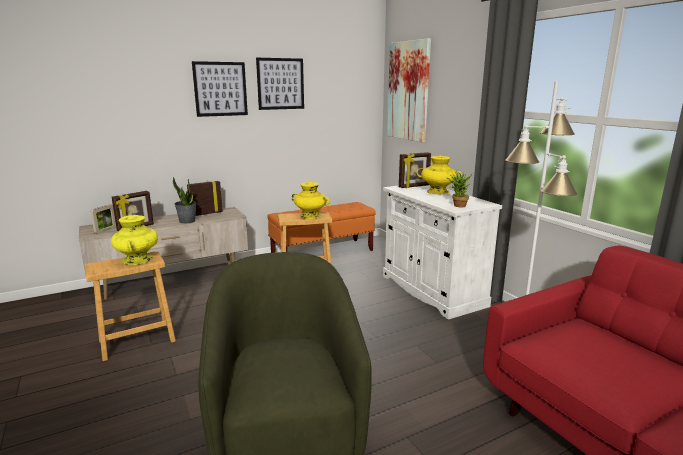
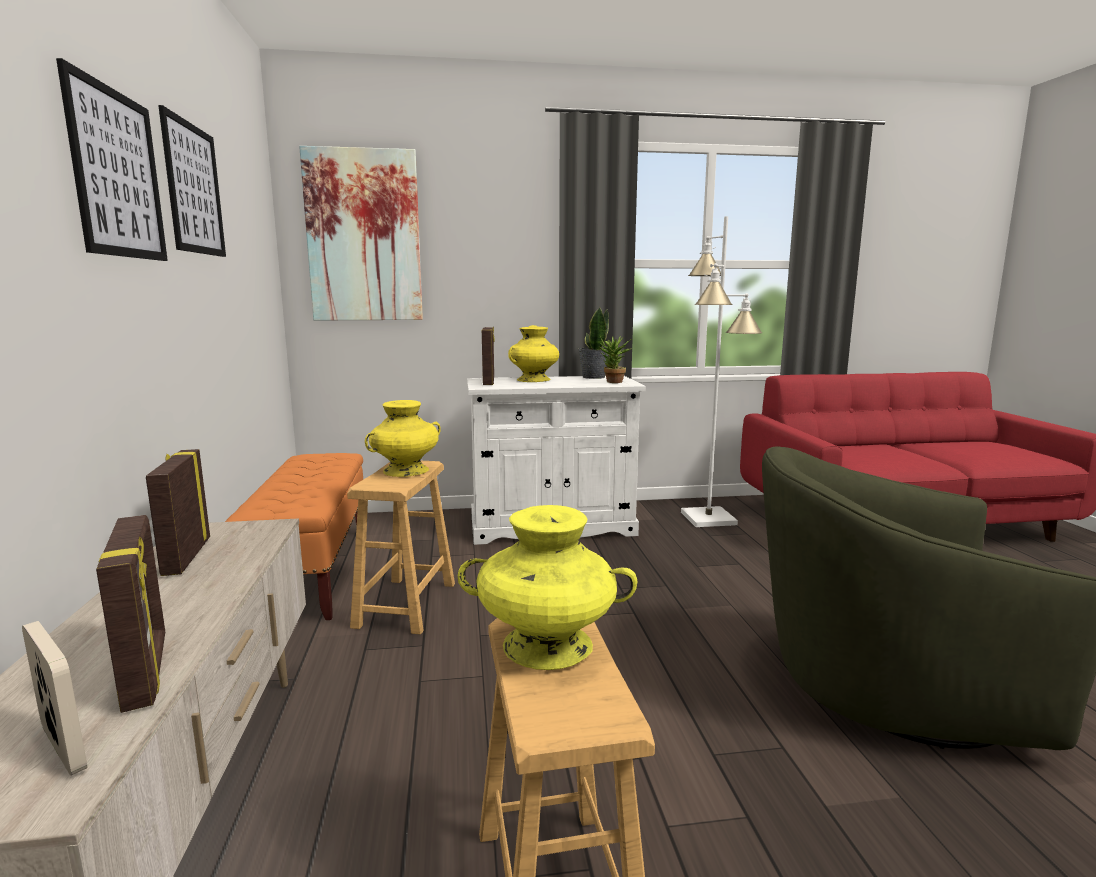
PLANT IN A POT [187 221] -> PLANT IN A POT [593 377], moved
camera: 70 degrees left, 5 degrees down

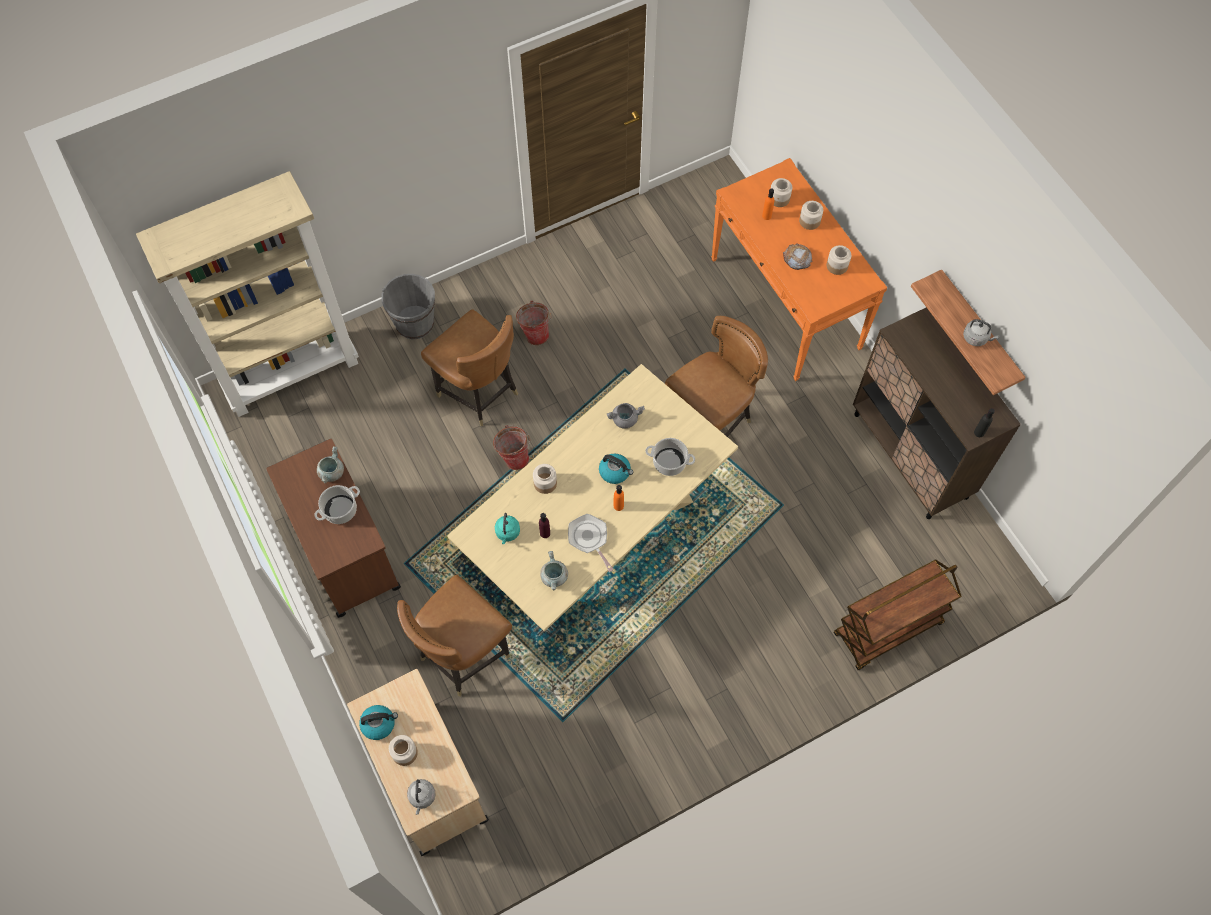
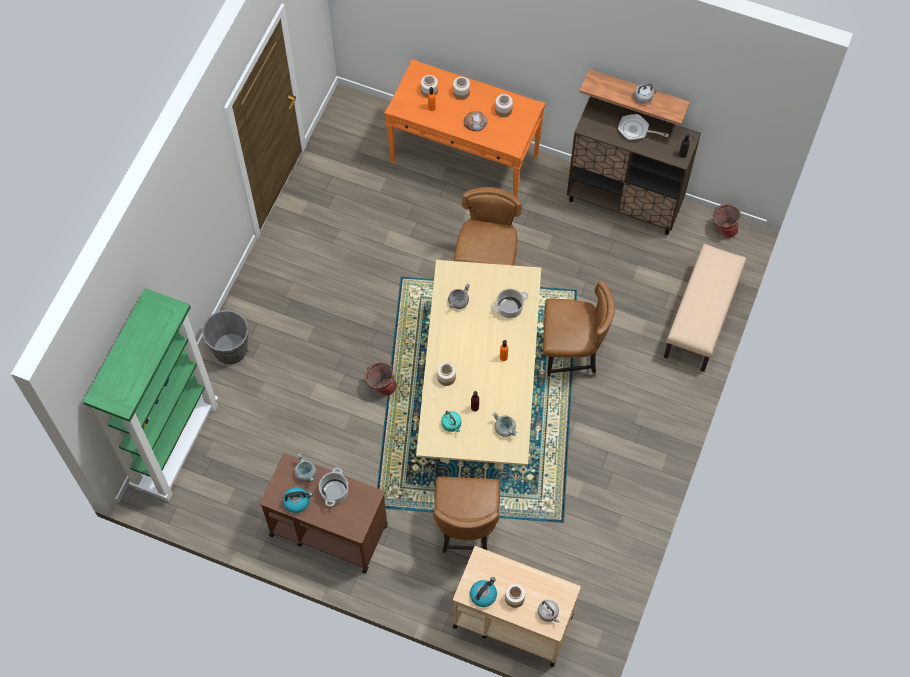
BEIGE BOOKCASE [291 372] -> GREEN-COLOURED BOOKCASE [176 445]
BROWN-COLOURED CHAIR [479 392] -> BROWN-COLOURED CHAIR [571 356], moved
PAIL [535 333] -> PAIL [723 229], moved
FRYING PAN [589 539] -> FRYING PAN [636 130], moved
TEA KETTLE [615 472] -> TEA KETTLE [297 501], moved
BROWN-COLOURED CART [887 630] -> BEIGE INDOOR BENCH [701 319]
camera: 40 degrees left, 0 degrees up

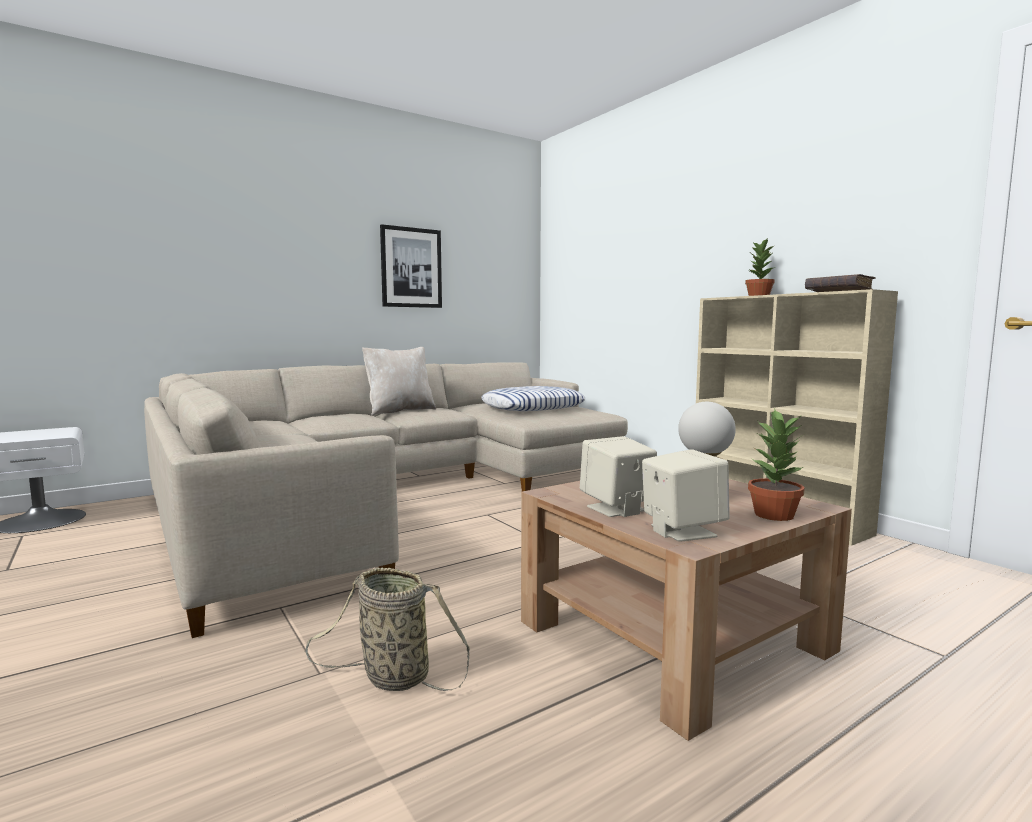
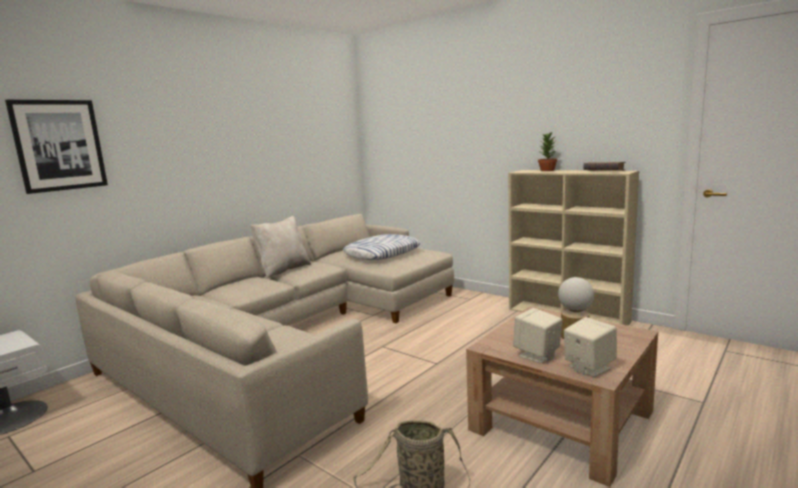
WALL ART [411 268] -> WALL ART [59 145], moved
PLANT IN A POT [775 515] -> none
camera: 15 degrees left, 5 degrees up

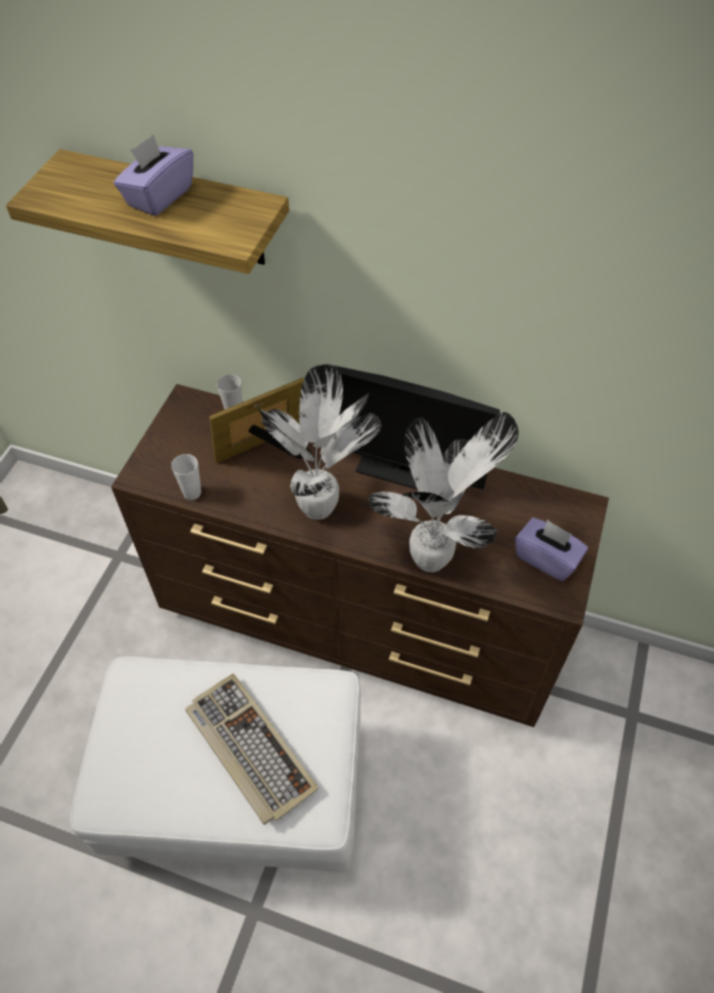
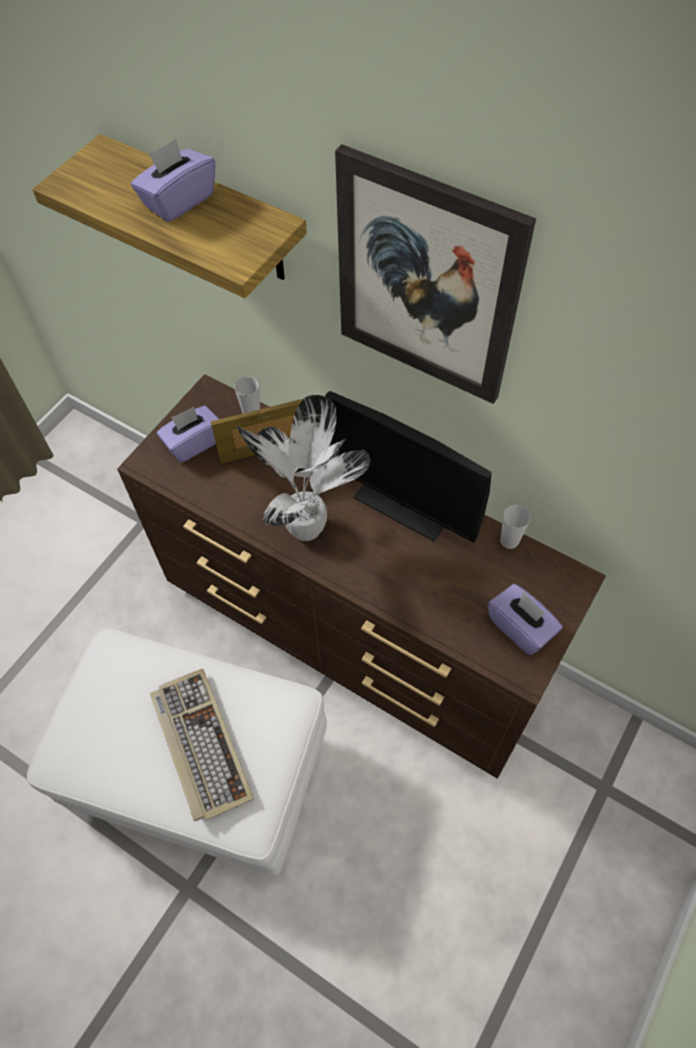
DRINKING CUP [192 493] -> DRINKING CUP [509 541], moved
PLANT IN A POT [434 558] -> none
none -> PURPLE-COLOURED BOX OF TISSUES [193 443]
none -> WALL ART [426 281]
camera: 15 degrees right, 5 degrees up

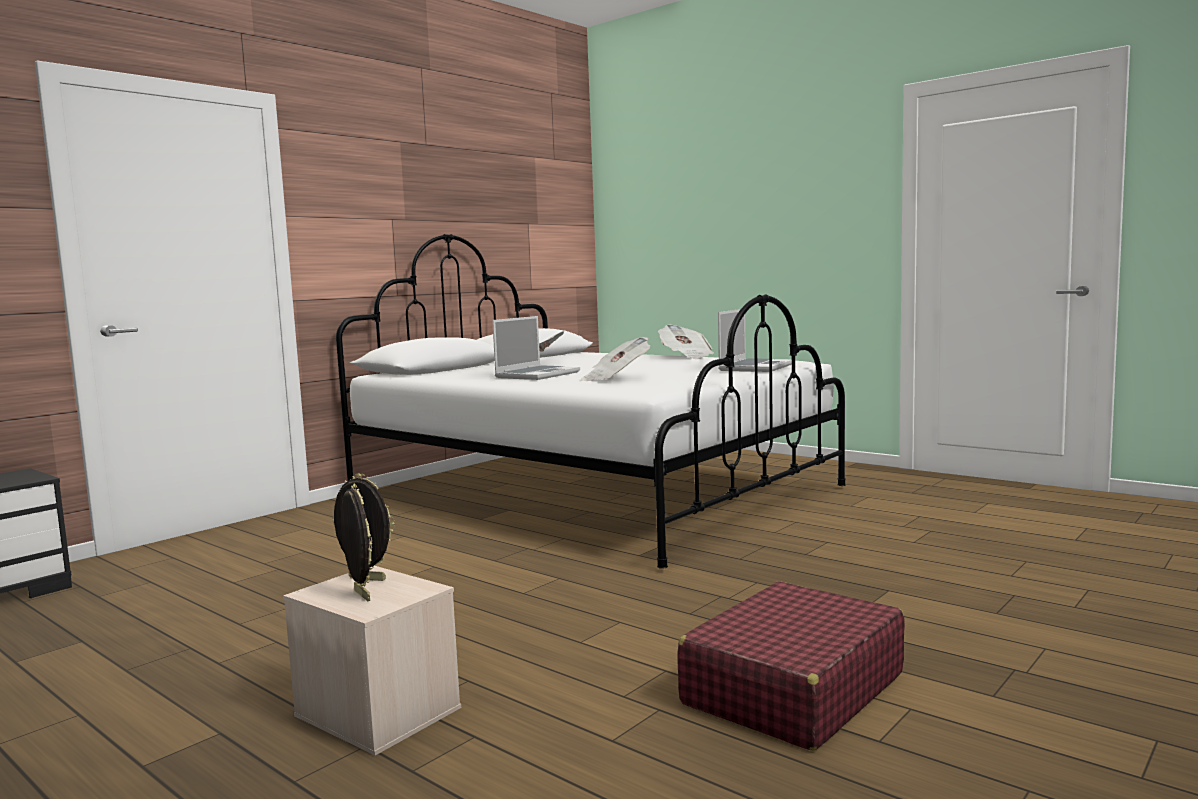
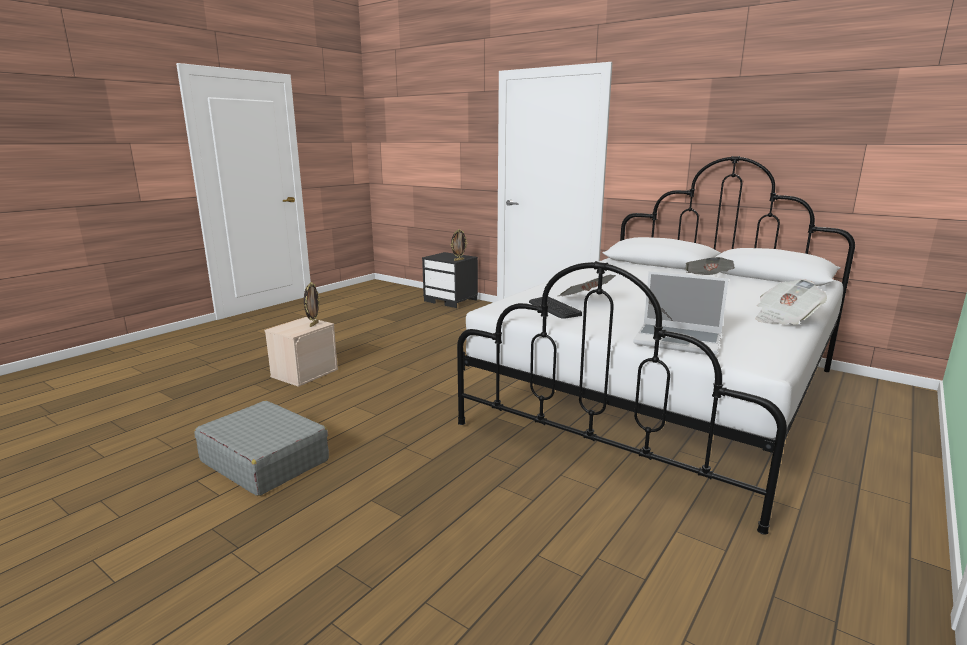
STANDING FRAME [360 595] -> STANDING FRAME [458 260], moved
NOTEBOOK COMPUTER [537 375] -> none
REDDISH SUITCASE [792 689] -> GREYISH SUITCASE [265 460]
none -> PC KEYBOARD [553 308]
camera: 85 degrees right, 10 degrees up

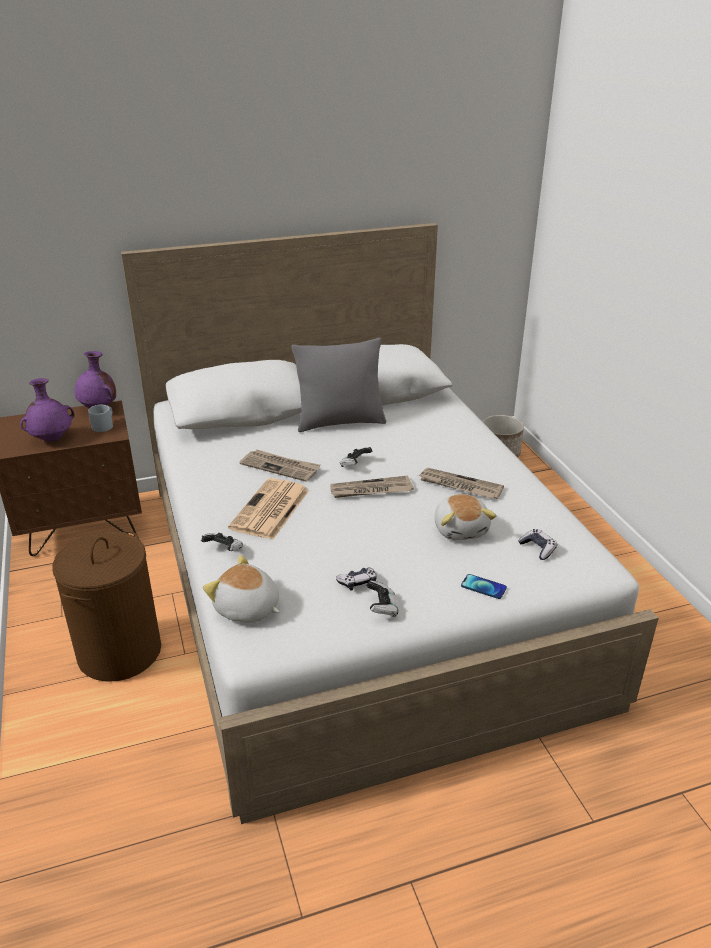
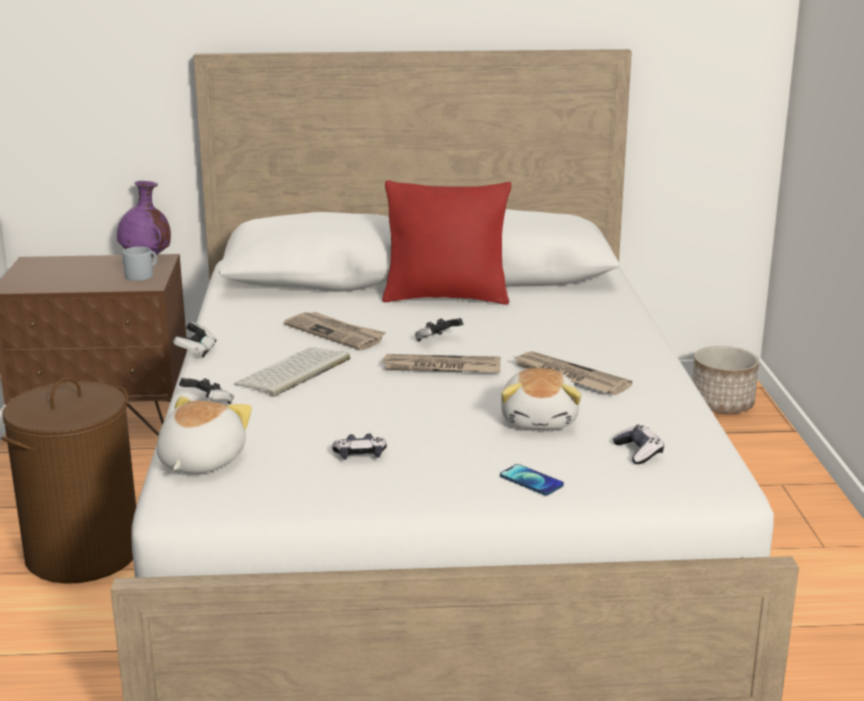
PURPLE-COLOURED FLOWER VASE [52 439] -> none
SOFT TOY [247 609] -> SOFT TOY [199 461], 60 degrees clockwise
DAILY PAPER [270 510] -> PC KEYBOARD [293 373]
GREYISH CUSHION [340 422] -> REDDISH CUSHION [446 297]
JOYPAD [382 608] -> JOYPAD [196 351], moved
camera: 15 degrees right, 10 degrees down

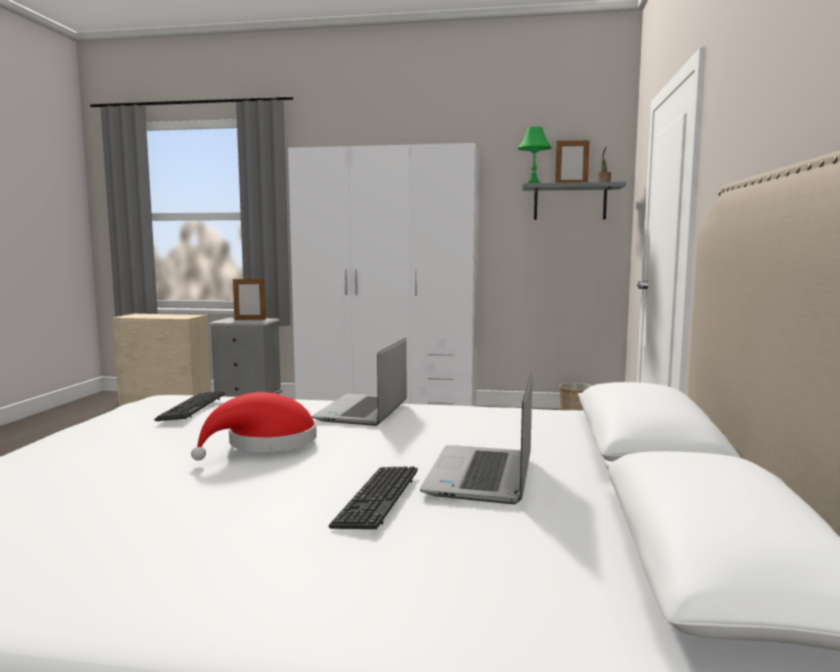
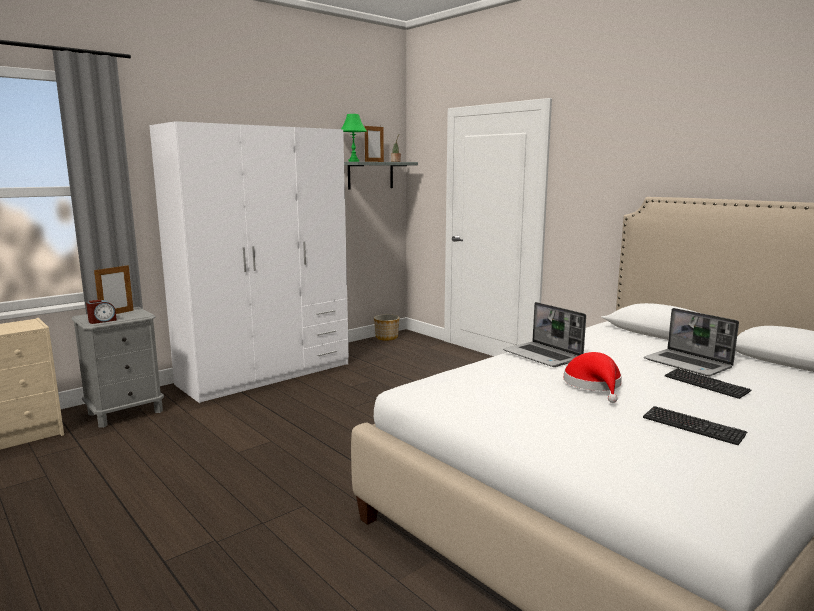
PC KEYBOARD [192 408] -> PC KEYBOARD [692 427], moved
none -> ALARM CLOCK [102 321]
camera: 50 degrees left, 5 degrees up

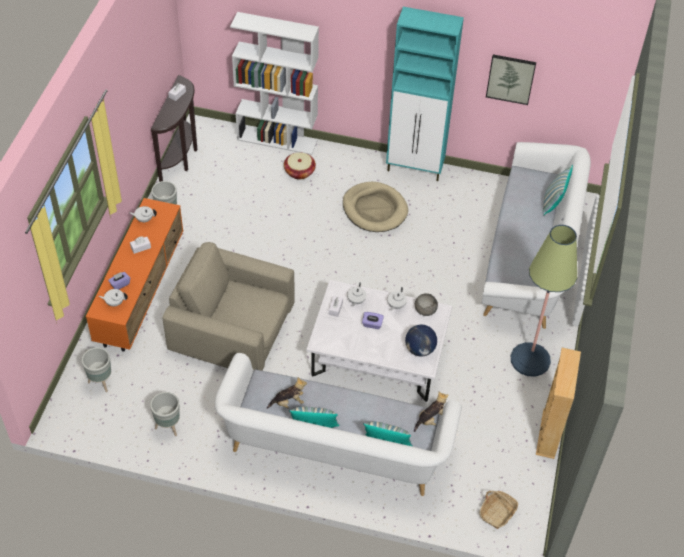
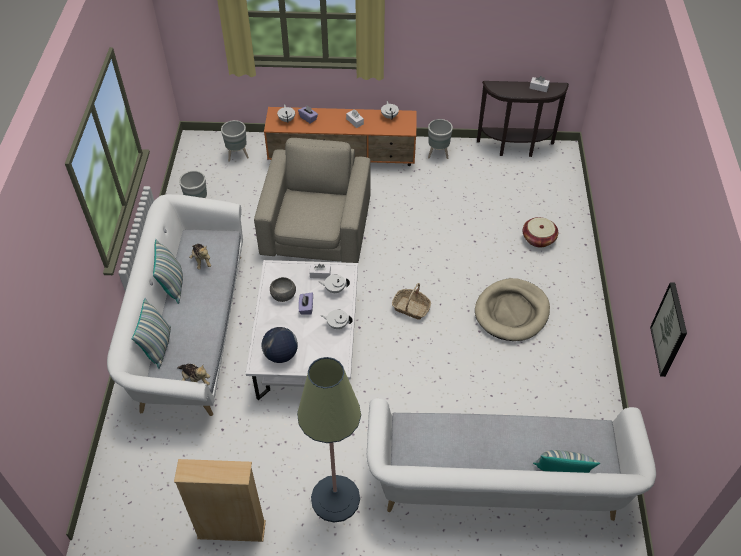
WHITE BOOKCASE [277 140] -> none
BLUE-GREEN CUPBOARD [415 169] -> none
GREYISH DEEP DISH [425 310] -> GREYISH DEEP DISH [283 295], moved
STORAGE BASKET [497 513] -> STORAGE BASKET [411 308], moved
camera: 80 degrees right, 0 degrees up

